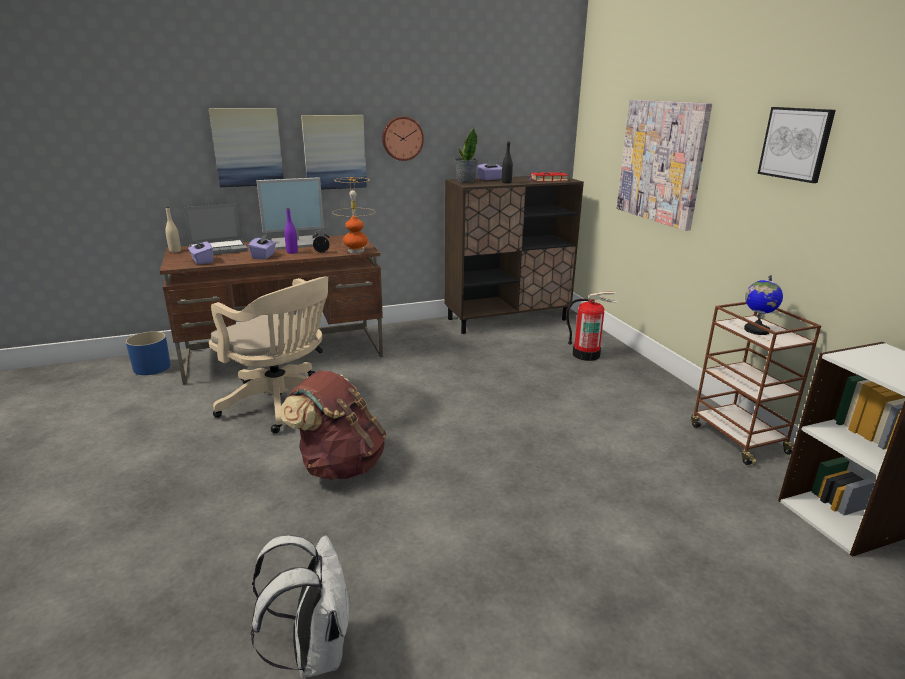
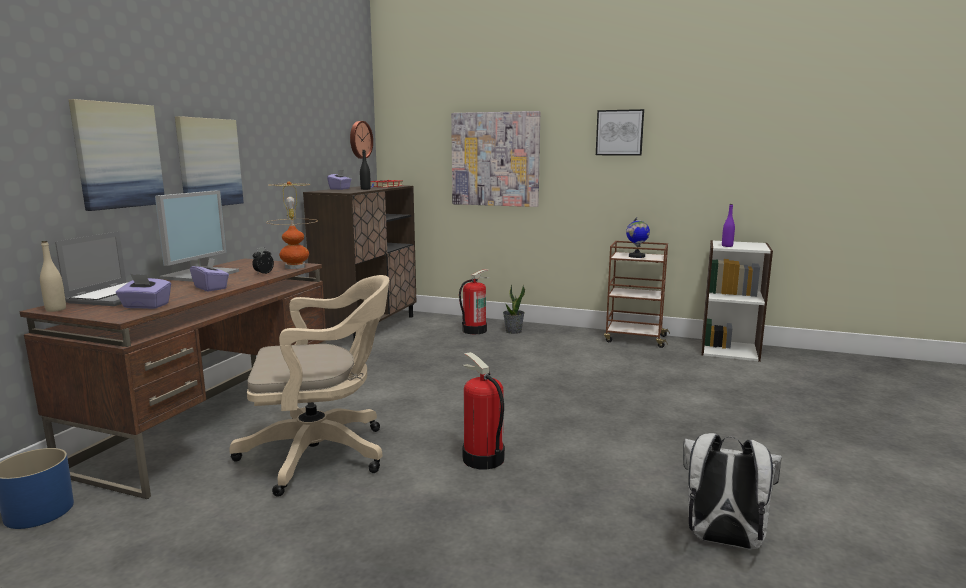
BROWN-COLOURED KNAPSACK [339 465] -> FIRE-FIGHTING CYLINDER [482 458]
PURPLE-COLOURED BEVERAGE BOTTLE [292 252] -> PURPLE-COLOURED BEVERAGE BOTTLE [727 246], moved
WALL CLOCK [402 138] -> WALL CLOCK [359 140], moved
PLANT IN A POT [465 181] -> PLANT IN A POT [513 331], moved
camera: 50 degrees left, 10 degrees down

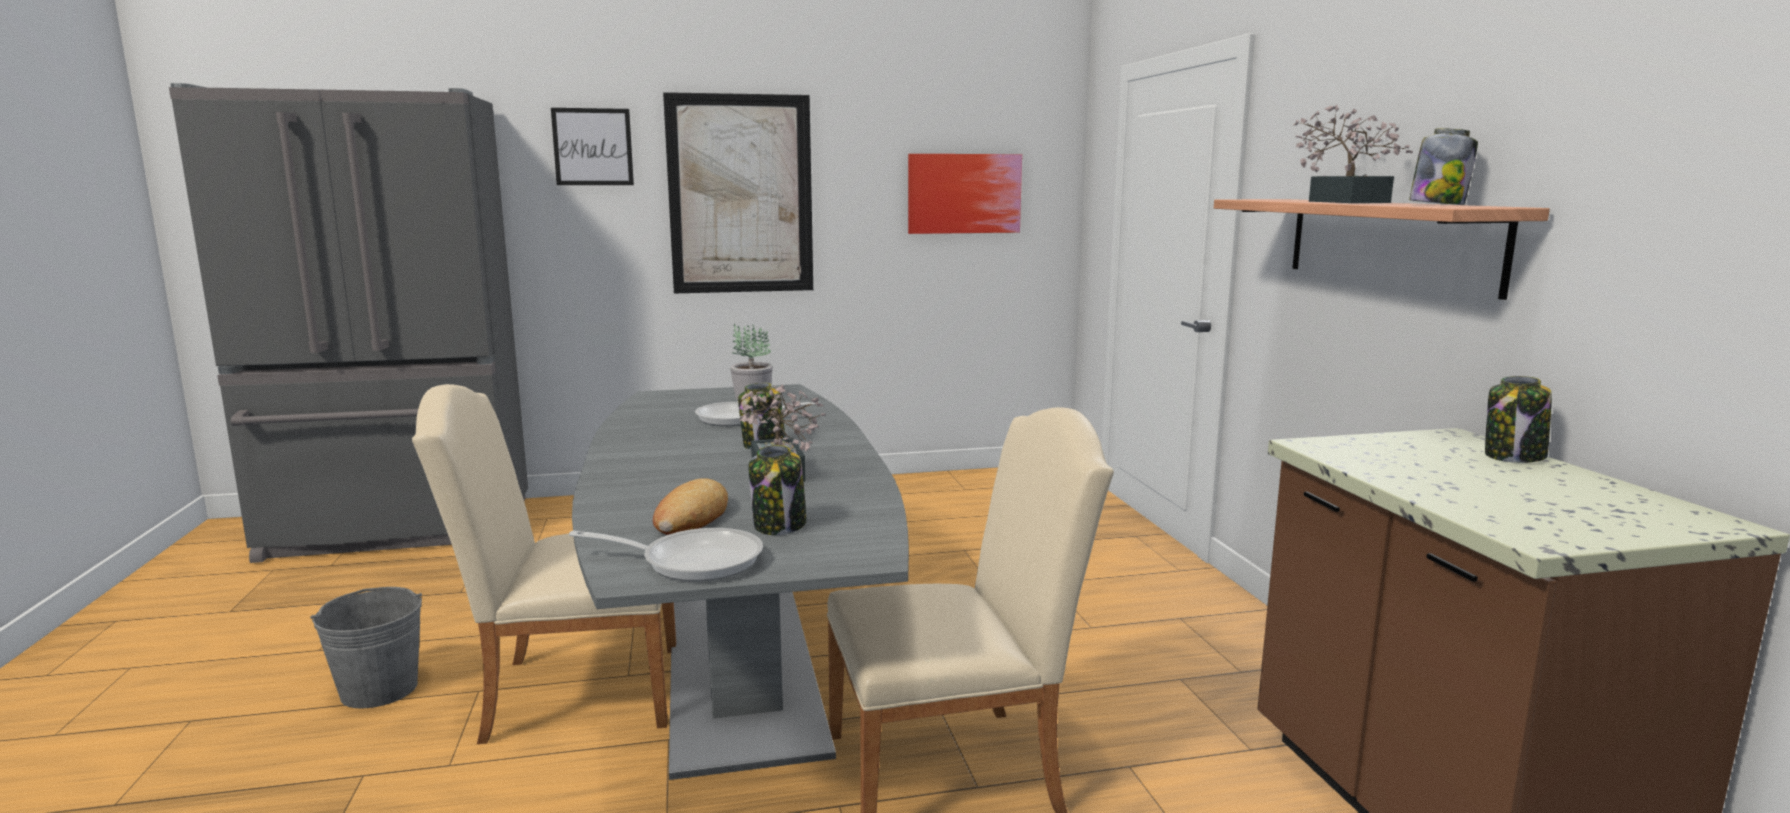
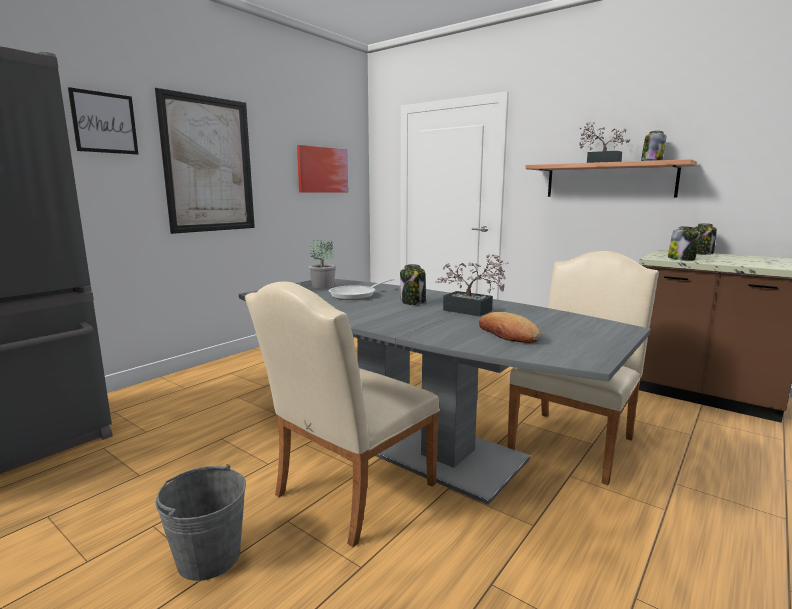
FRYING PAN [692 561] -> none
JAR [779 525] -> JAR [682 259], moved
camera: 40 degrees left, 0 degrees up

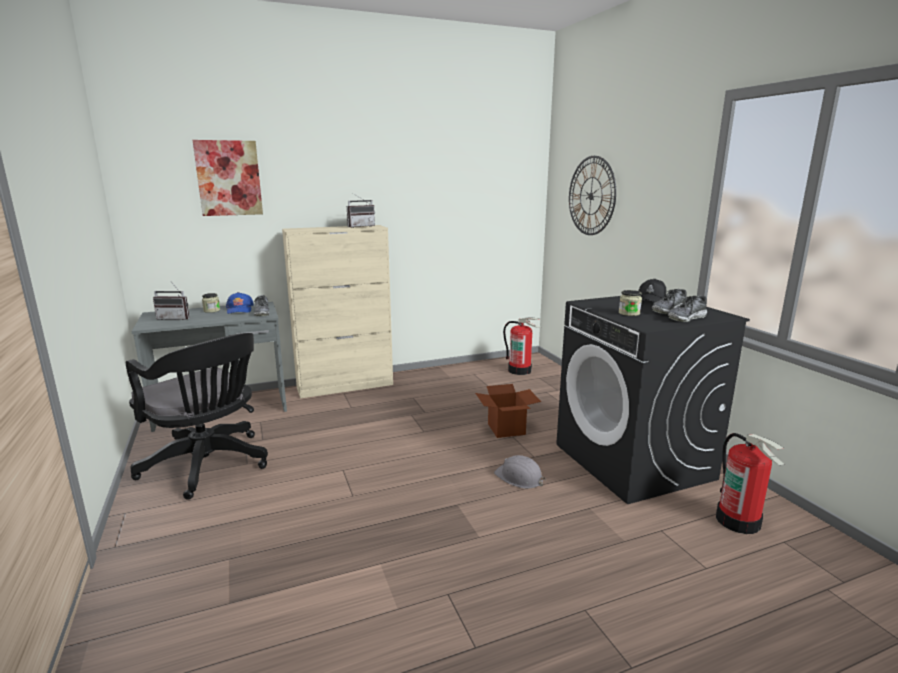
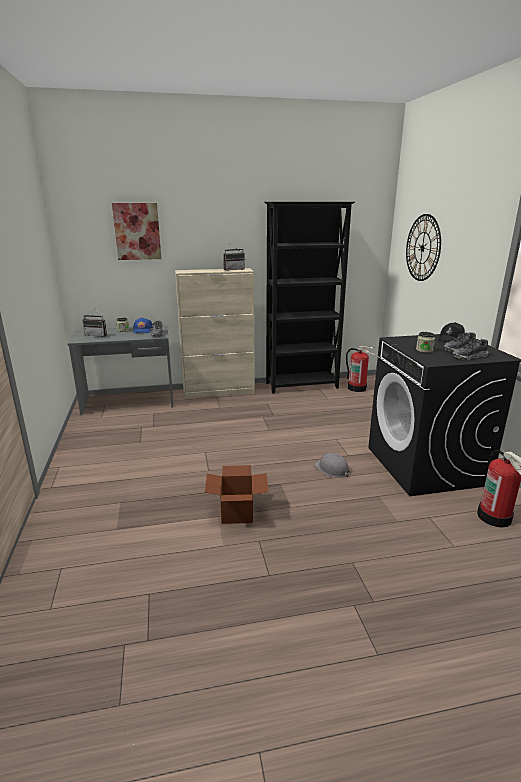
BLACK OFFICE CHAIR [209 466] -> none
PACKING BOX [506 429] -> PACKING BOX [237 513], moved
none -> BLACK BOOKCASE [302 386]
camera: 10 degrees right, 5 degrees up

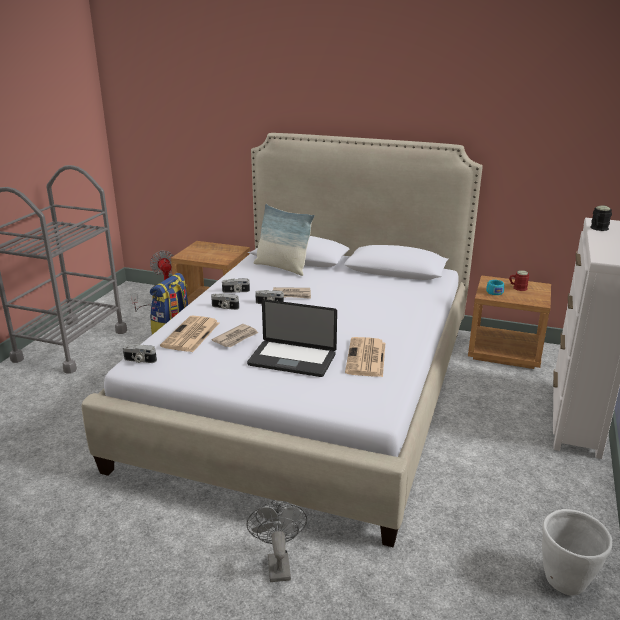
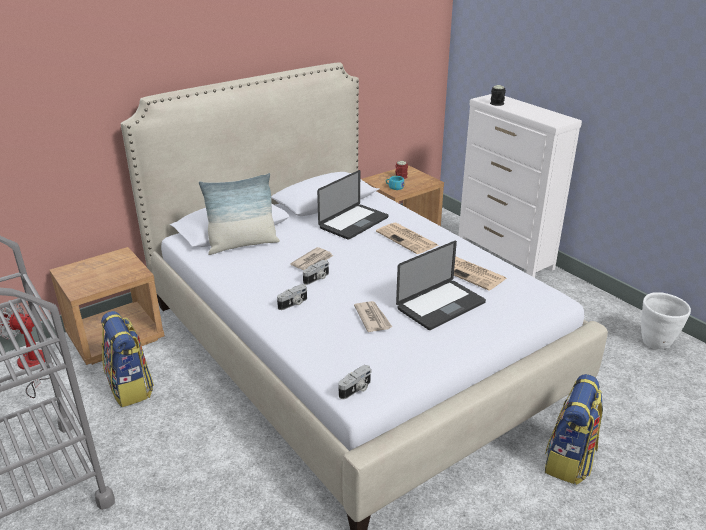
DAILY PAPER [191 335] -> DAILY PAPER [407 239], moved
STILL CAMERA [236 291] -> none
GREYISH ELECTRIC FAN [277 563] -> KNAPSACK [569 460]
none -> NOTEBOOK COMPUTER [354 223]
camera: 55 degrees left, 5 degrees up

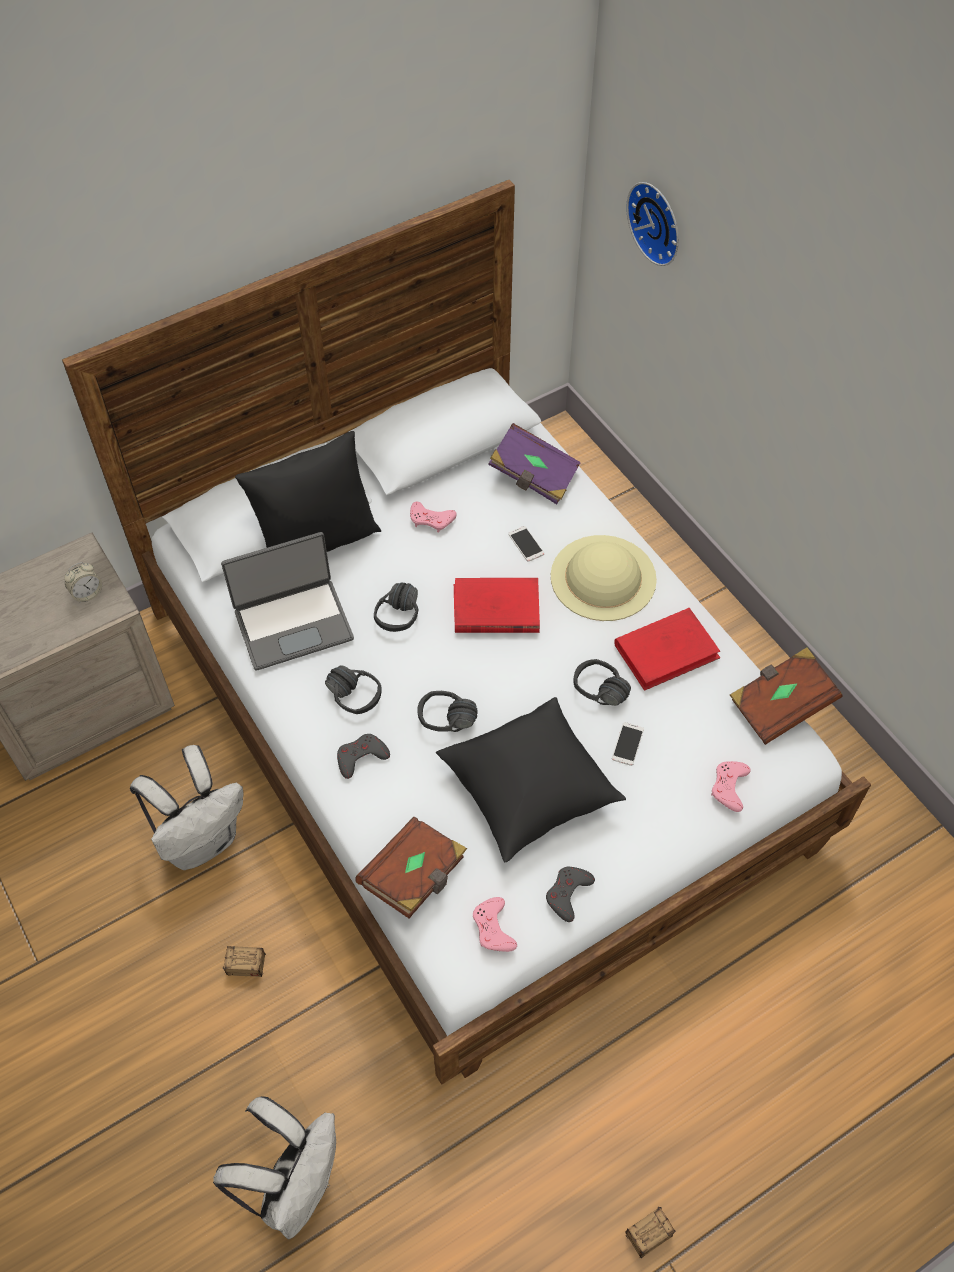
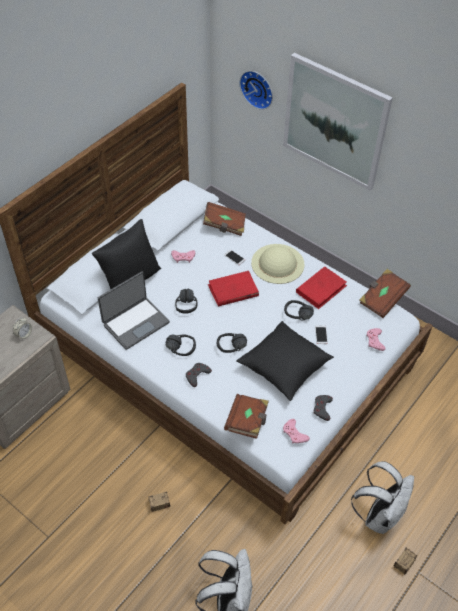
WHITE KNAPSACK [202 840] -> WHITE KNAPSACK [379 515], moved
PURPLE-COLOURED VOLUME [533 476] -> BROWN-COLOURED VOLUME [224 225]
none -> WALL ART [334 122]
camera: 20 degrees left, 5 degrees down

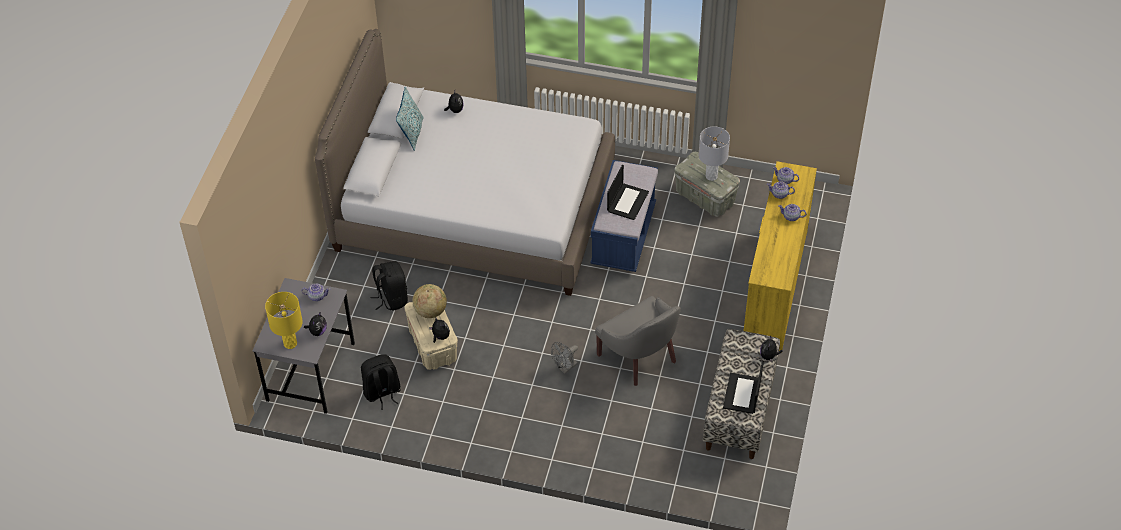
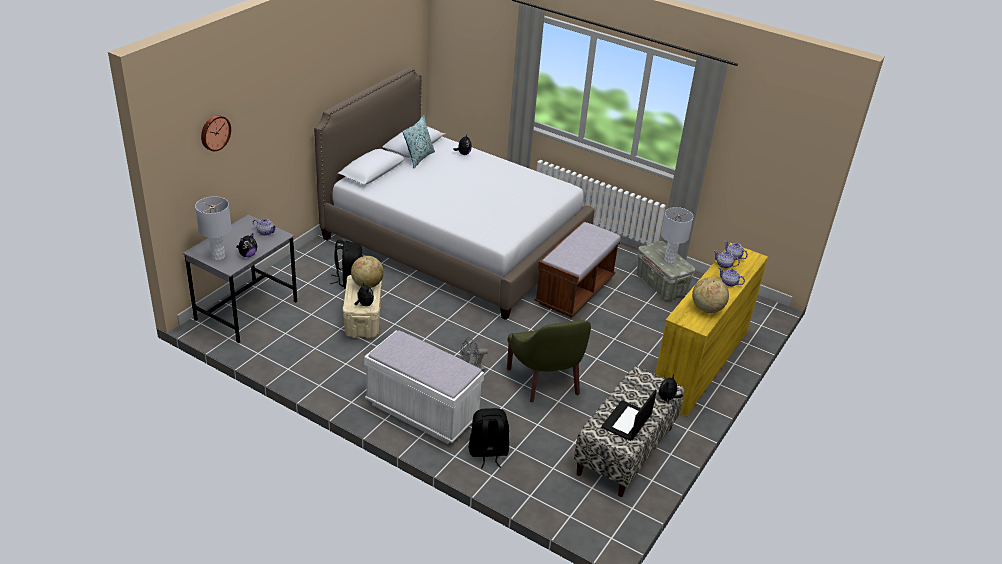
YELLOW-COLOURED TABLETOP LAMP [290 343] -> GREYISH TABLETOP LAMP [218 256]
BLACK KNAPSACK [382 393] -> BLACK KNAPSACK [488 453], moved
BLUE INDOOR BENCH [623 236] -> BROWN-COLOURED INDOOR BENCH [574 291]
GREYISH LOUNGE CHAIR [640 357] -> GREEN-COLOURED LOUNGE CHAIR [547 381]
NOTEBOOK COMPUTER [627 201] -> none
none -> WALL CLOCK [214 132]
none -> WHITE INDOOR BENCH [422 411]
none -> DESK GLOBE [706 309]
camera: 15 degrees right, 15 degrees down

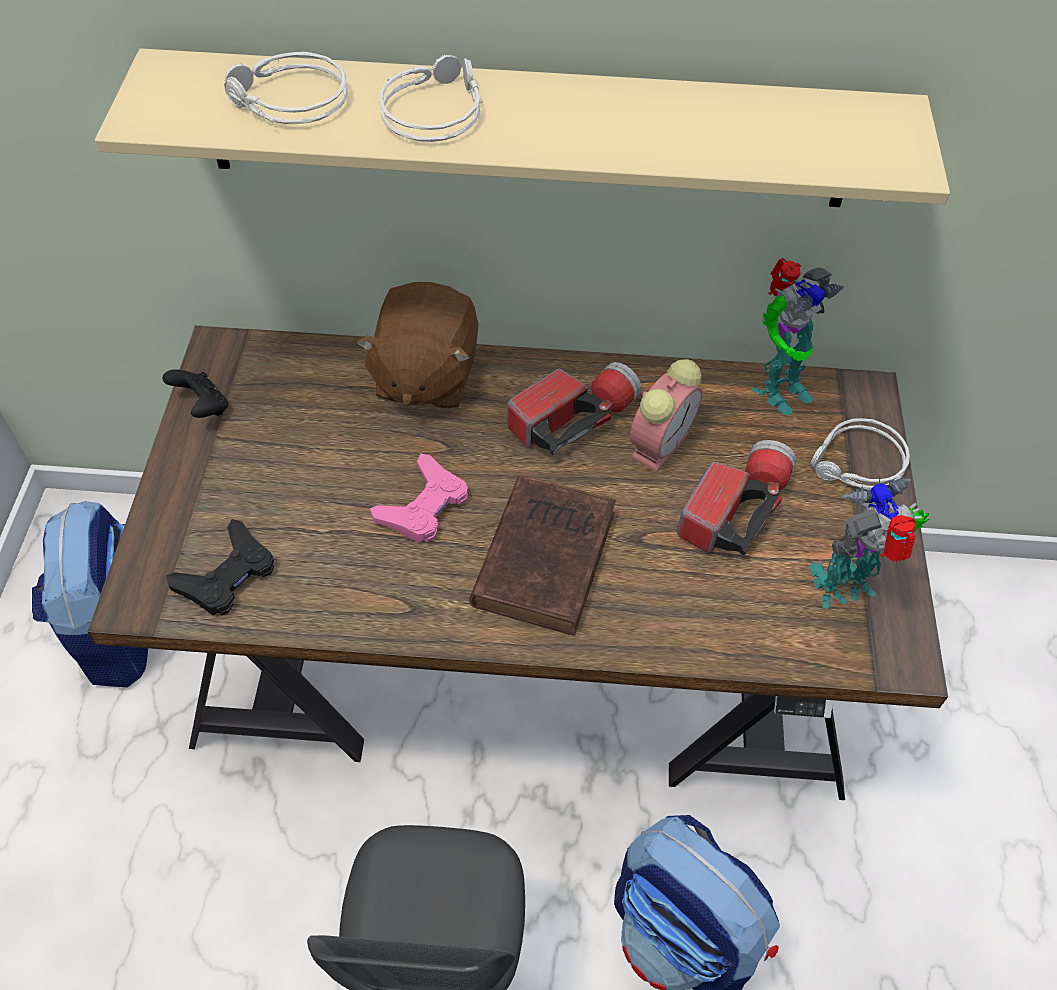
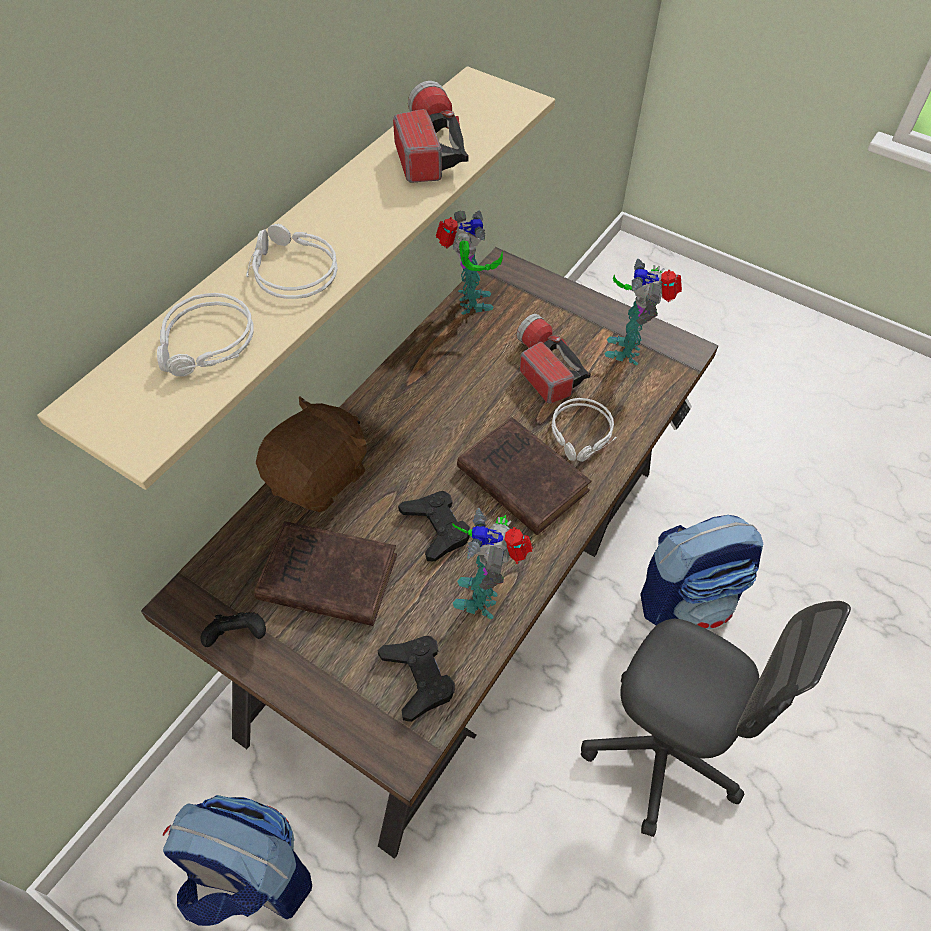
BROWN-COLOURED SOFT TOY [424 376] -> BROWN-COLOURED SOFT TOY [319 477], 90 degrees counterclockwise
PINK JOYPAD [423 506] -> BLACK JOYPAD [436 528]
FLASHLIGHT [573 418] -> FLASHLIGHT [428 149], moved
ALARM CLOCK [660 443] -> none
GREYISH HEADPHONES [856 465] -> GREYISH HEADPHONES [582 435], moved
none -> BROWN-COLOURED VOLUME [324 577]
none -> ROBOT FIGURE [484 594]
camera: 60 degrees left, 0 degrees up

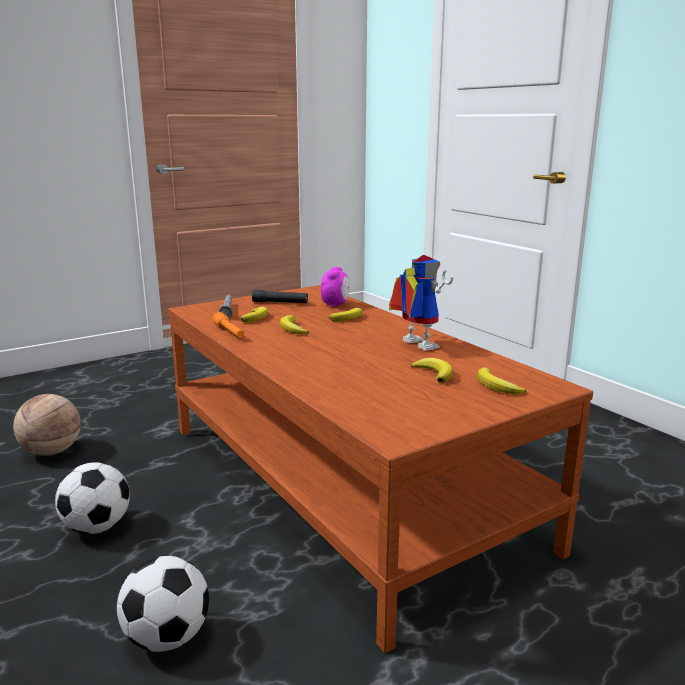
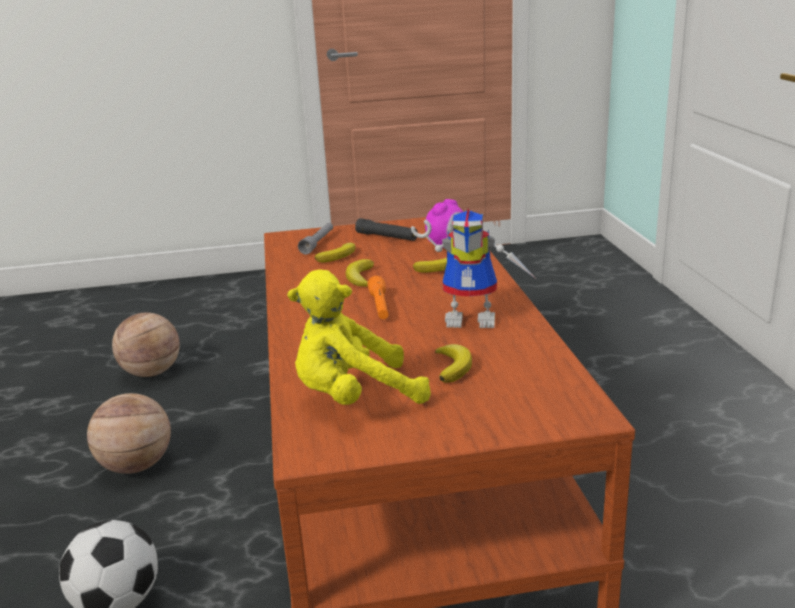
BALL FOR FOOTBALL [97 527] -> BALL FOR BASKETBALL [136 466]
ORANGEY FLASHLIGHT [229 332] -> ORANGEY FLASHLIGHT [380 307], moved
ROBOT FIGURE [413 344] -> ROBOT FIGURE [475 319], 105 degrees clockwise
BANANA [497 386] -> none
none -> YELLOW-COLOURED SOFT TOY [354 398]
camera: 25 degrees right, 5 degrees up

